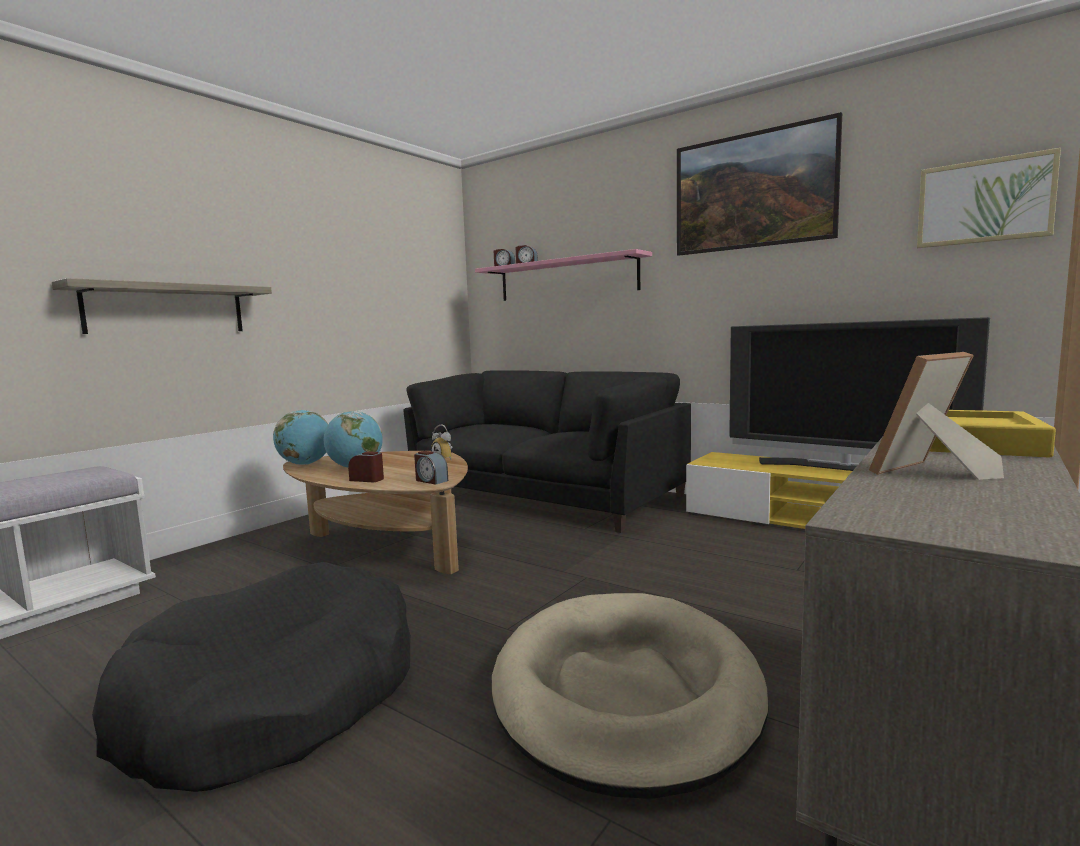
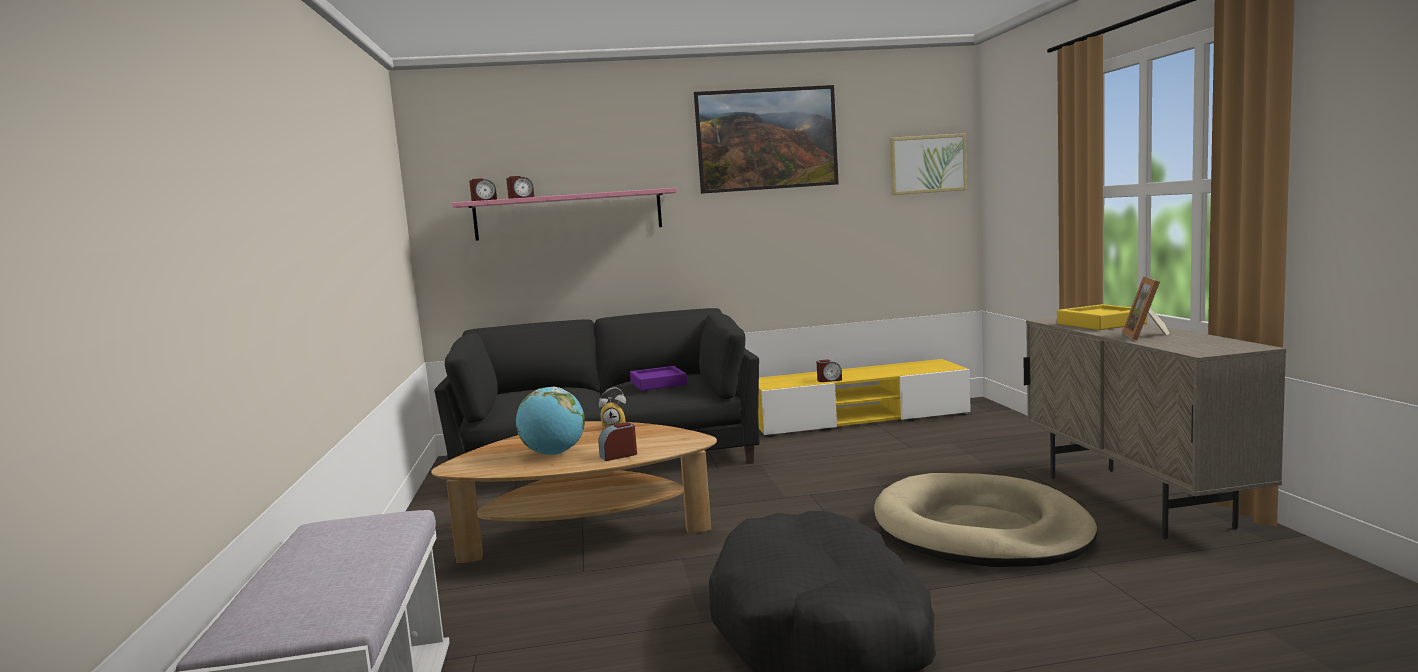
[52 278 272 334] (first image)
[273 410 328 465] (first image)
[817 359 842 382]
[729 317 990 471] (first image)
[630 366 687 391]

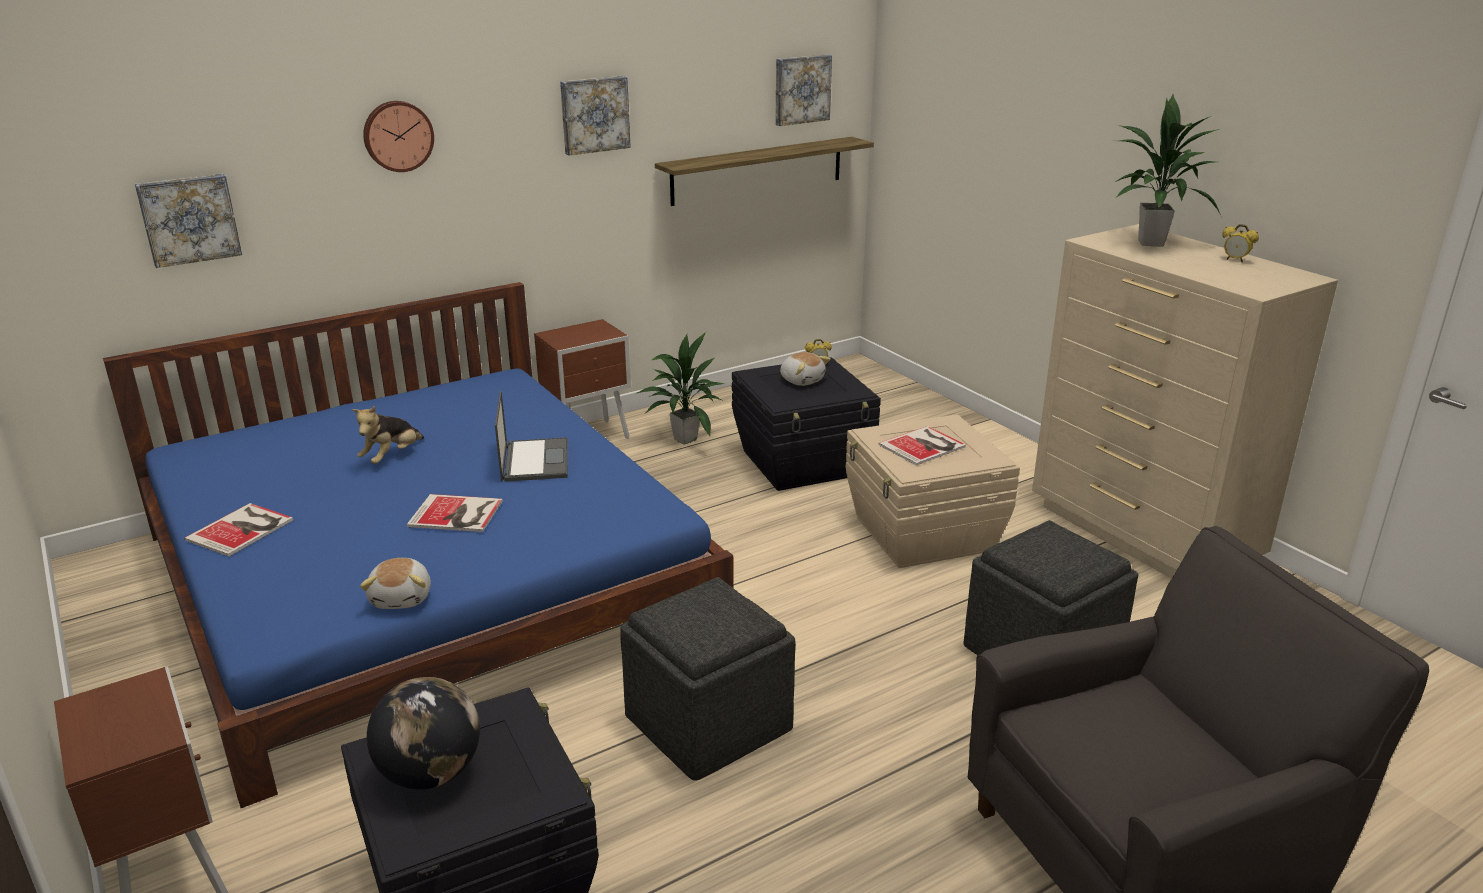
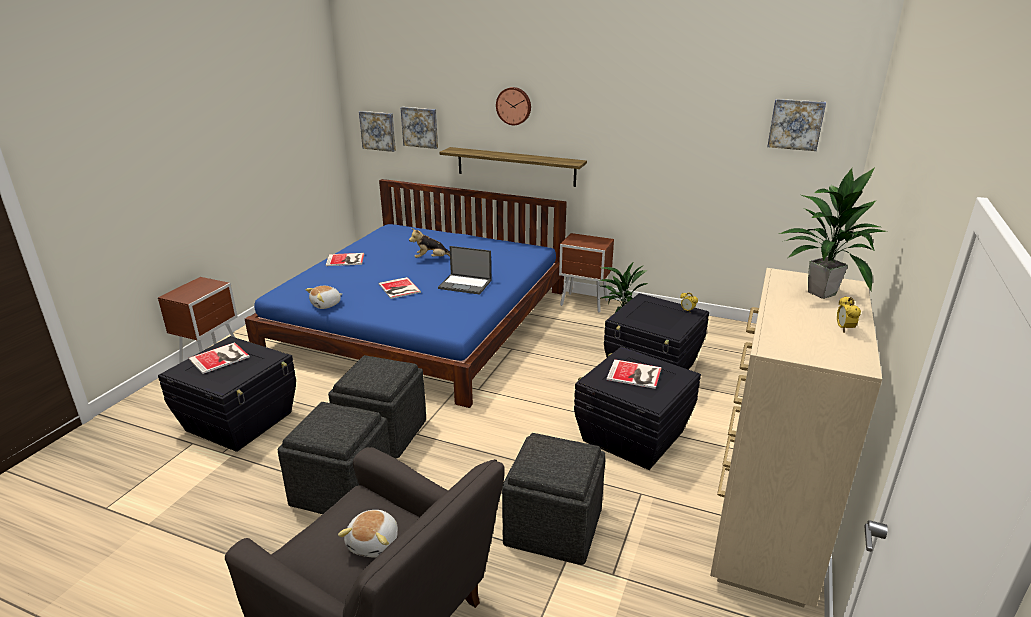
[189 342 250 374]
[438 246 491 295]
[359 111 396 152]
[439 147 587 187]
[338 510 398 557]
[574 347 701 470]
[278 402 390 514]

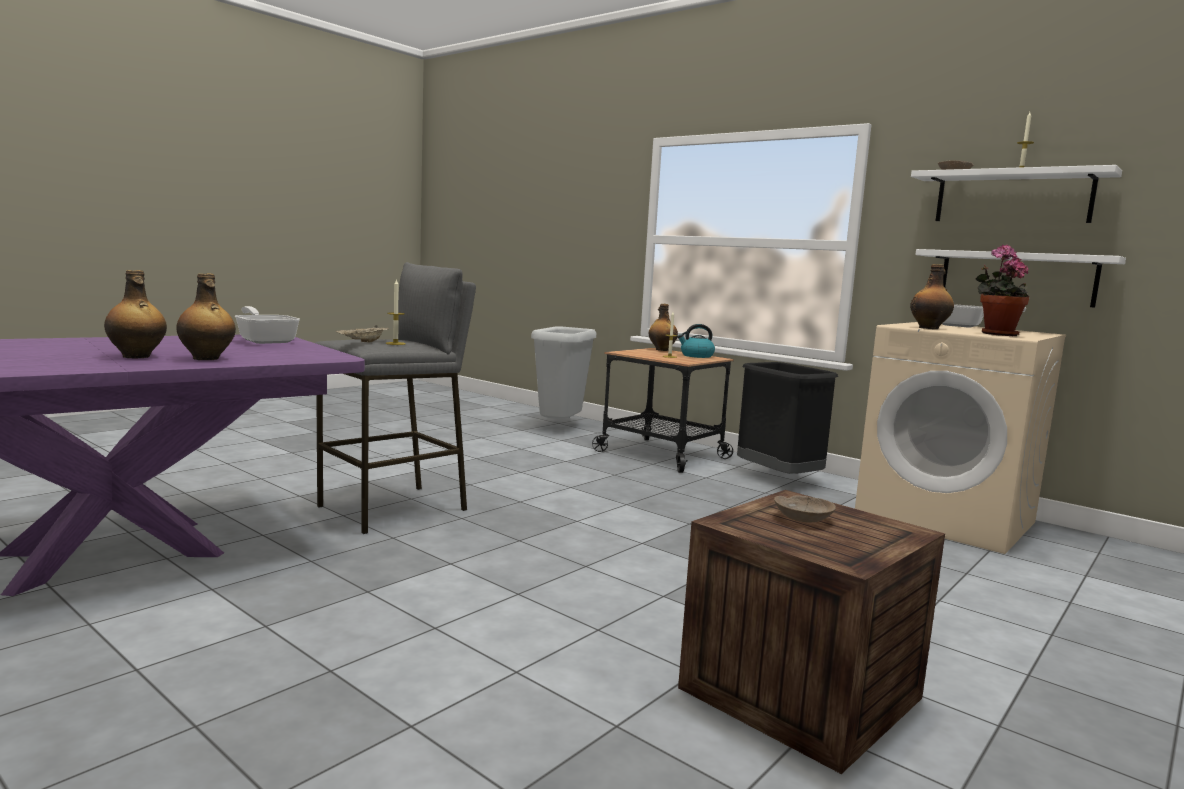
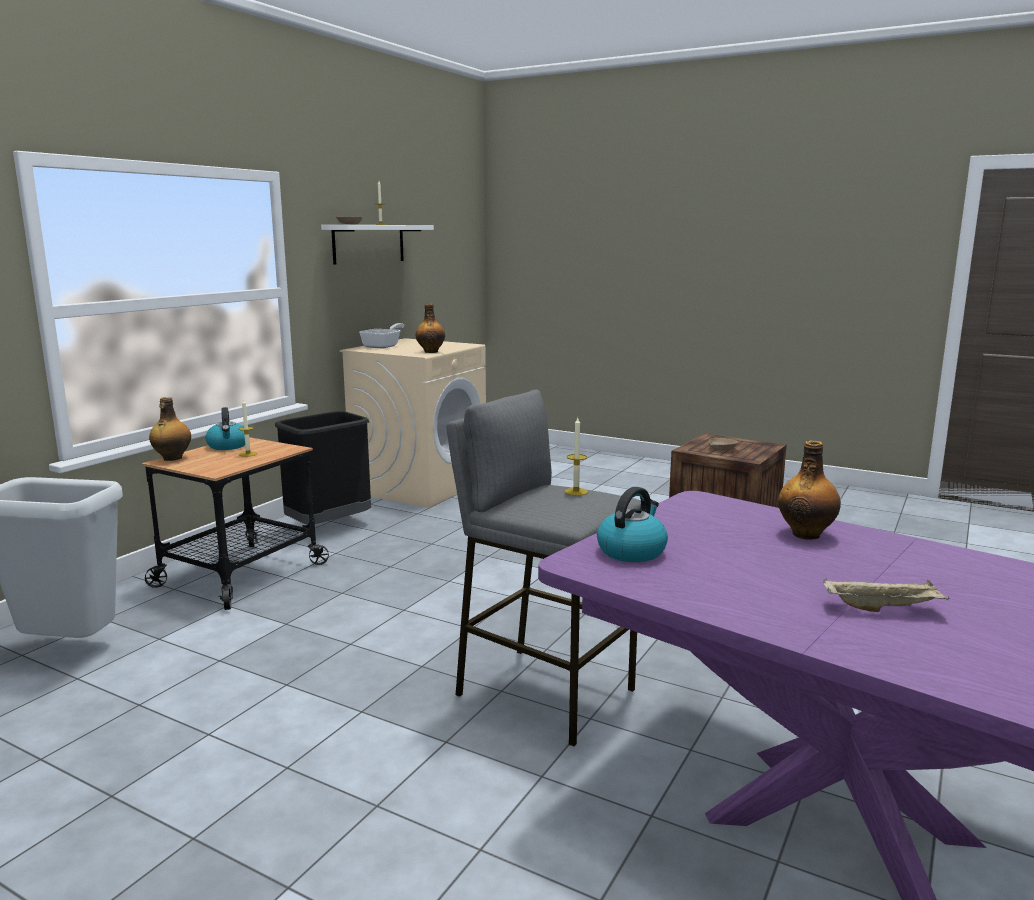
[104 270 167 358] (first image)
[597 487 668 562]
[823 578 950 612]
[915 249 1126 308] (first image)
[976 245 1029 336] (first image)

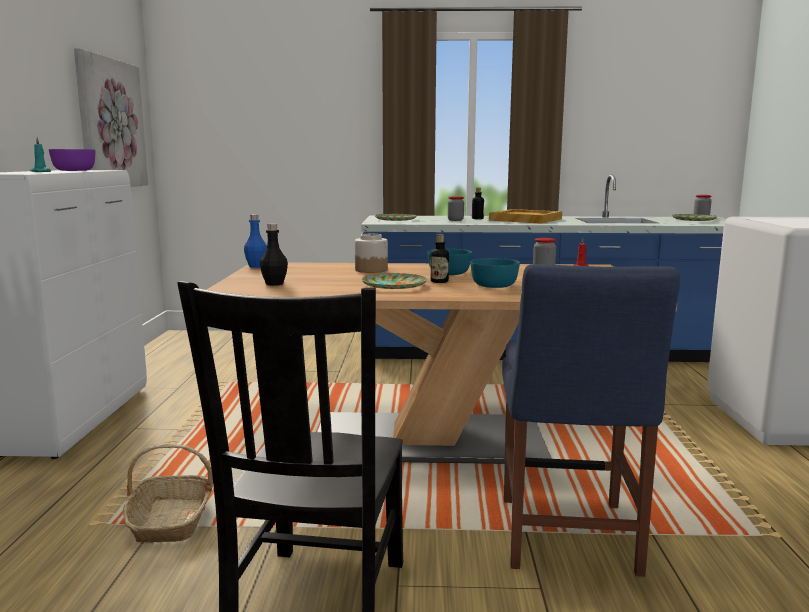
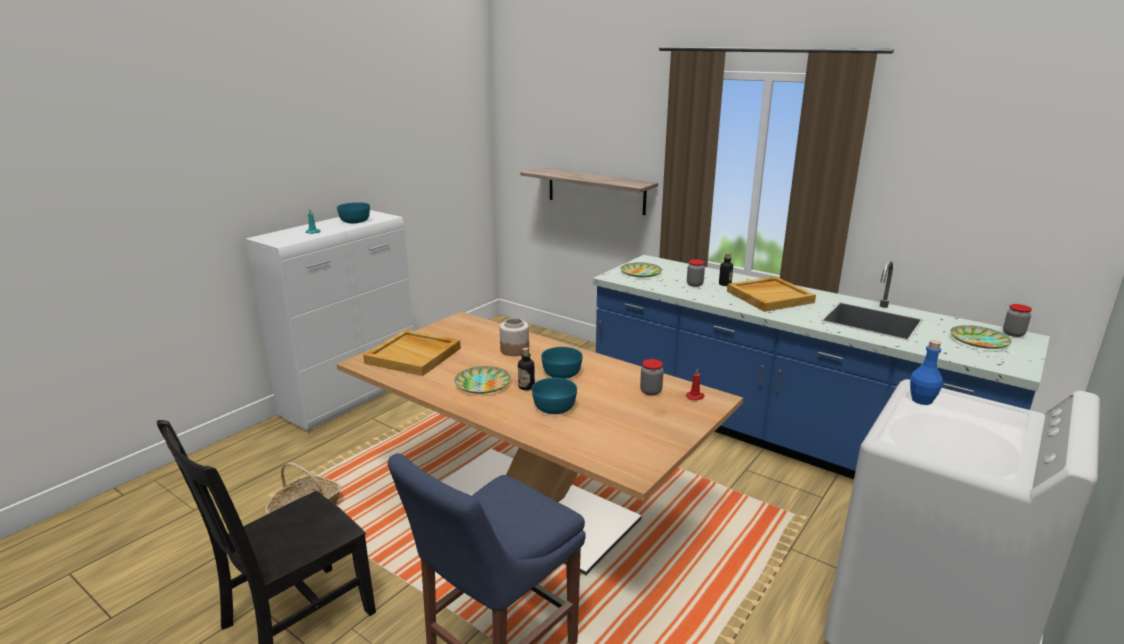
[337 202 370 223]
[74 48 148 187] (first image)
[910 340 942 405]
[363 330 461 376]
[521 168 658 215]

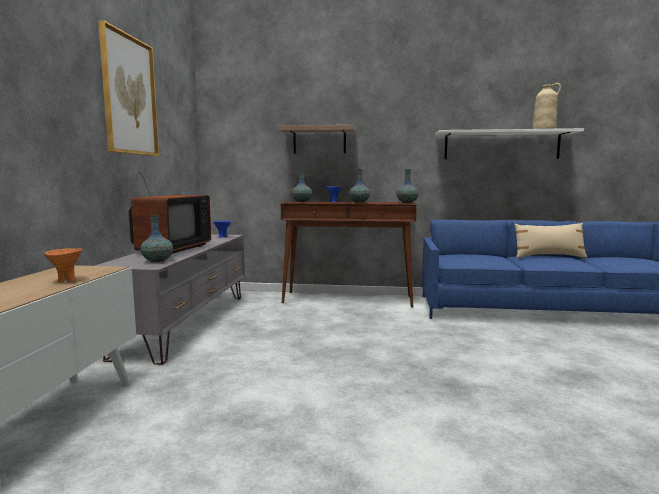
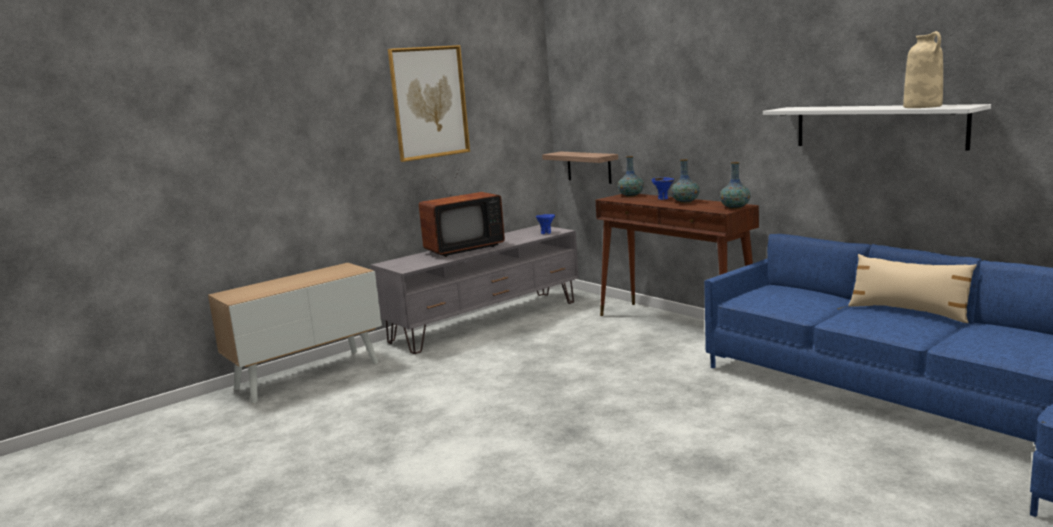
[44 248 82 283] (first image)
[140 215 173 262] (first image)
[542 152 618 184]

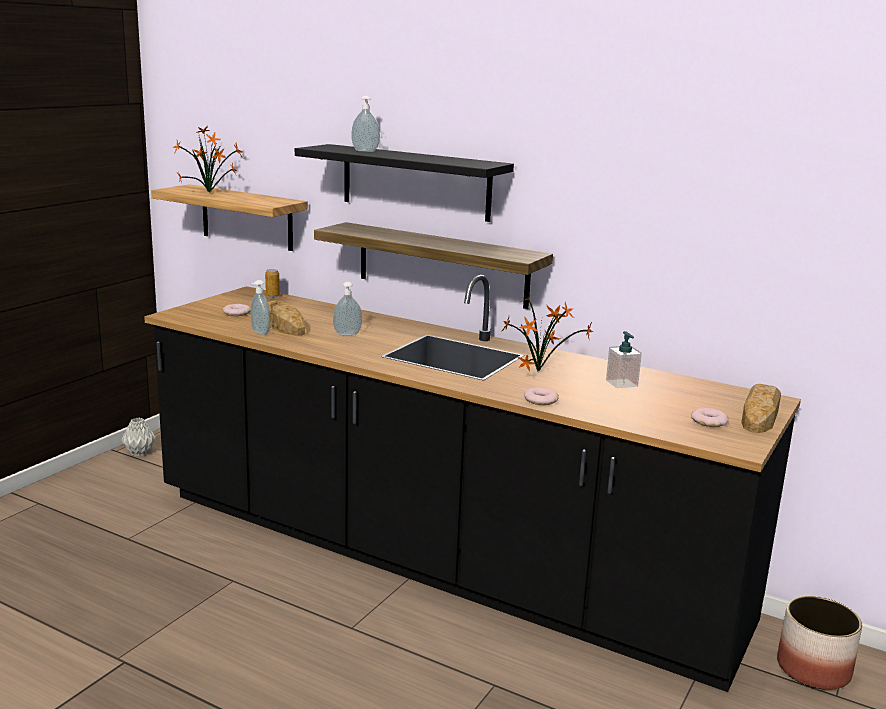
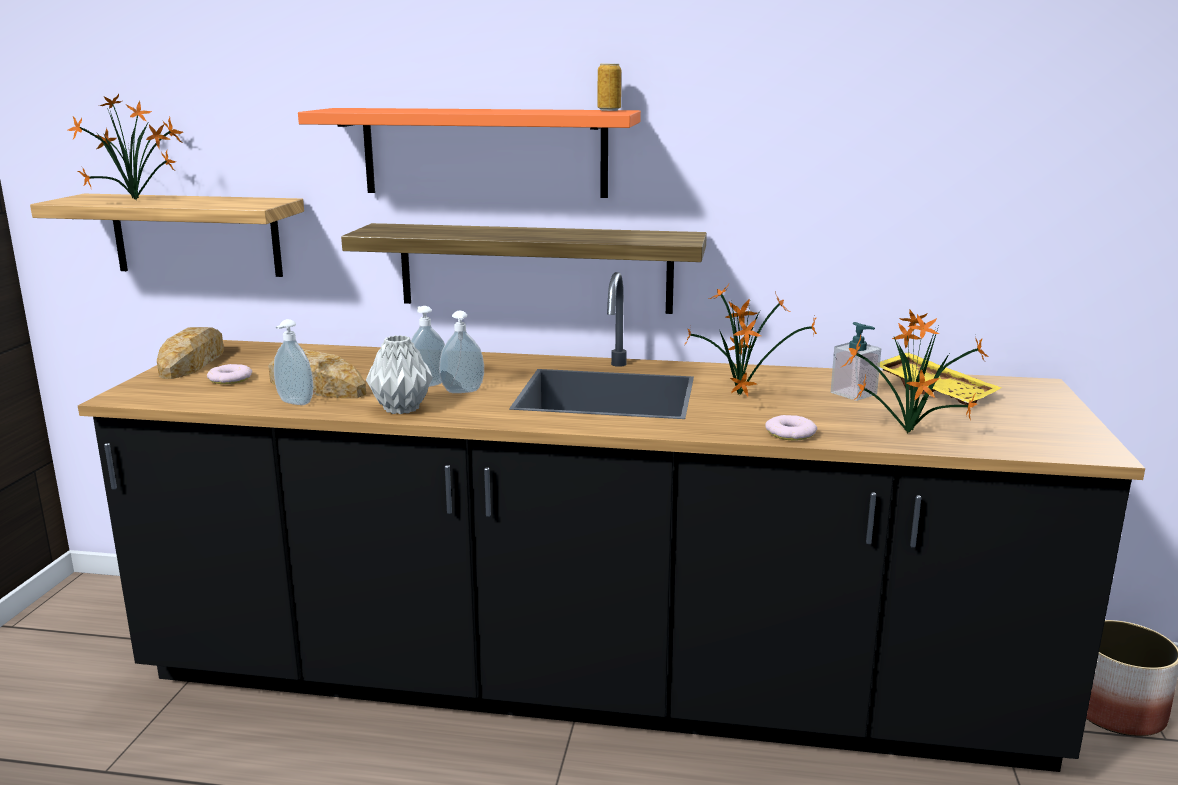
[366 335 433 414]
[598 64 621 111]
[298 108 641 198]
[439 311 484 393]
[691 408 728 427] (first image)
[157 327 224 379]
[842 310 989 434]
[880 352 1001 405]

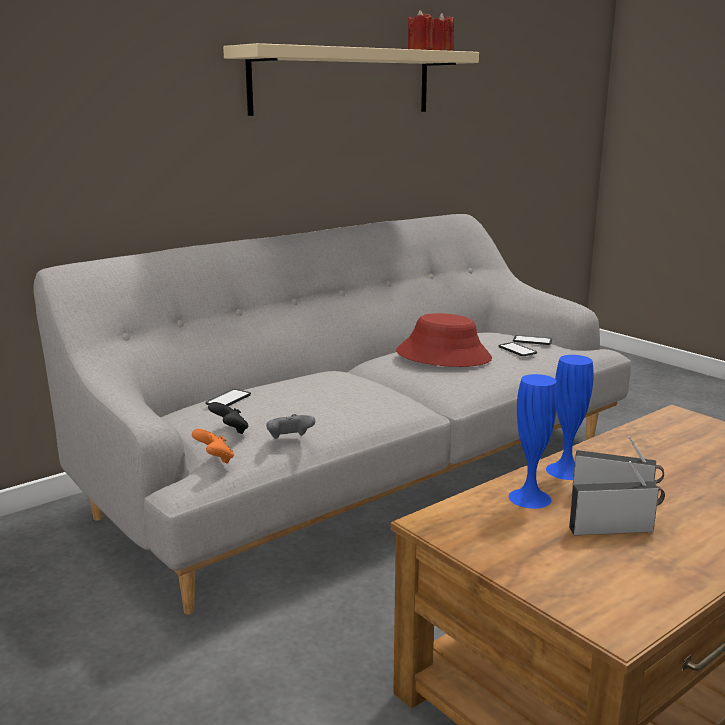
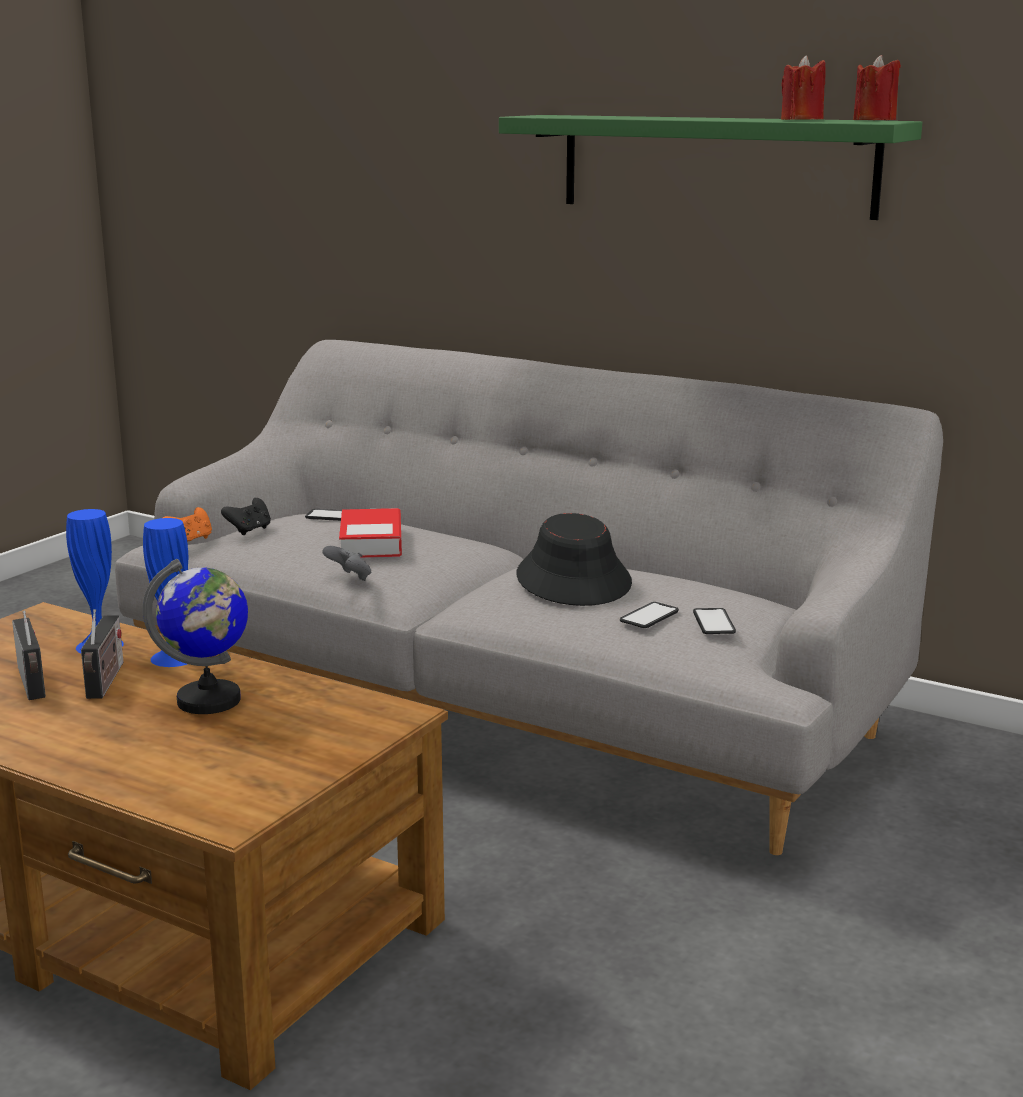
[499 115 922 220]
[322 546 371 581]
[516 513 632 606]
[142 559 248 714]
[339 508 402 558]

